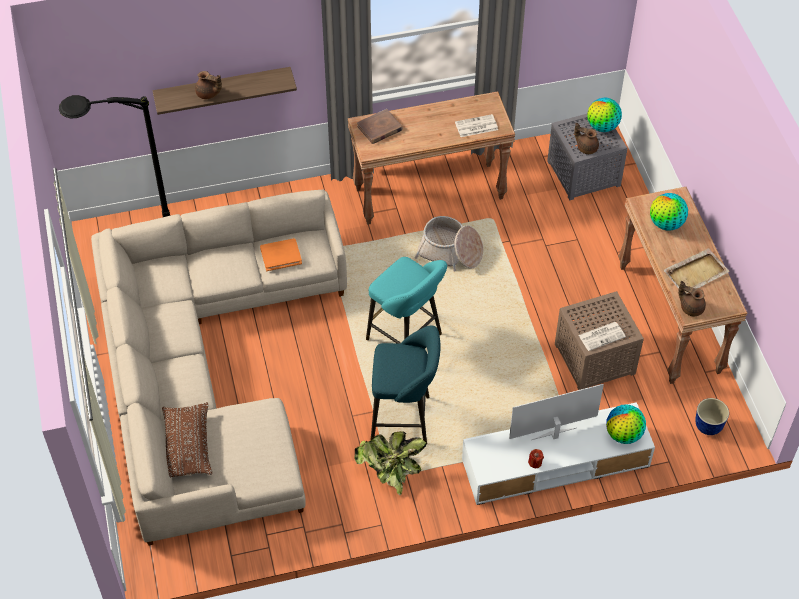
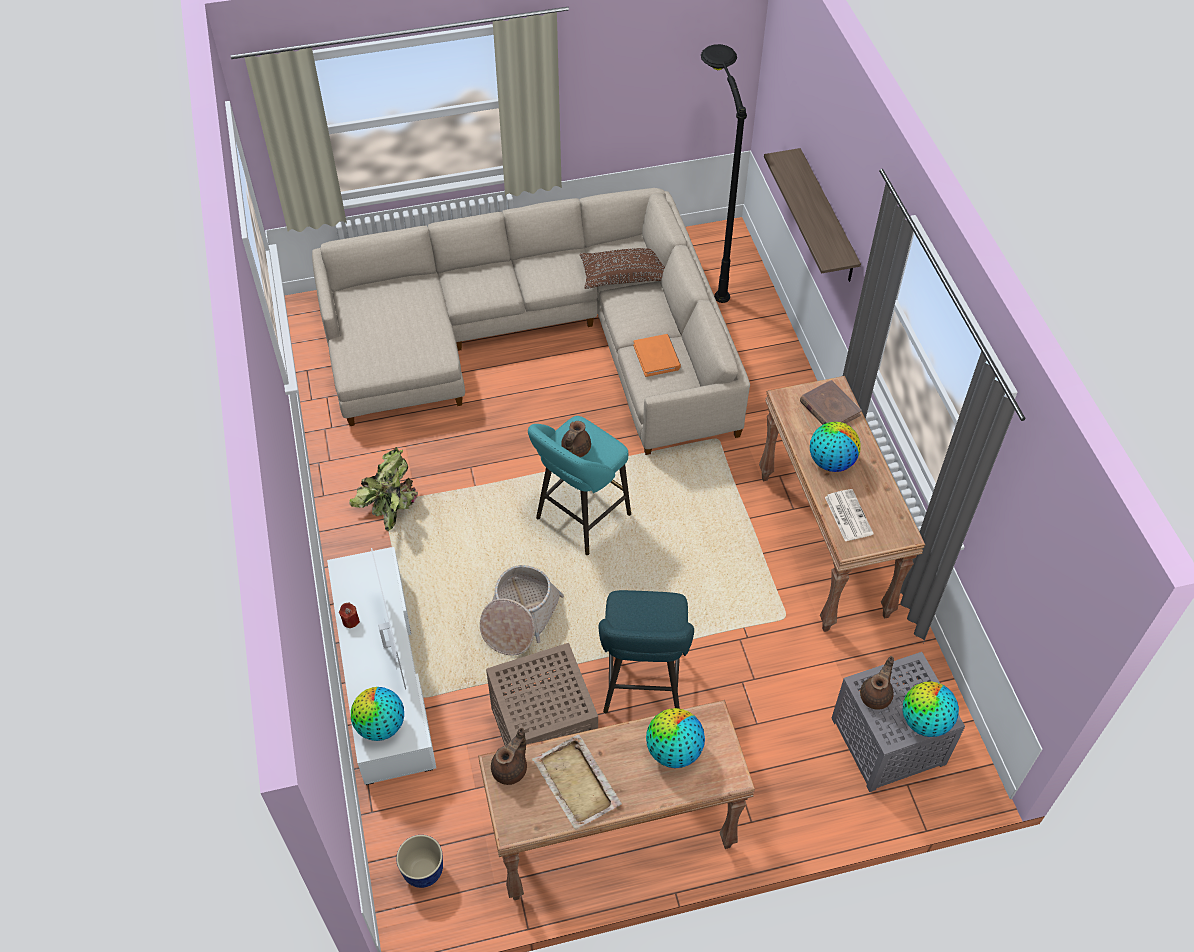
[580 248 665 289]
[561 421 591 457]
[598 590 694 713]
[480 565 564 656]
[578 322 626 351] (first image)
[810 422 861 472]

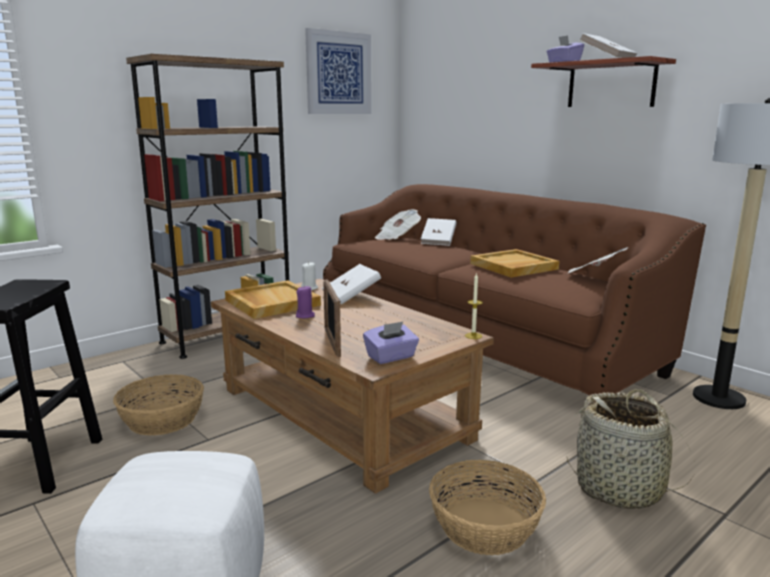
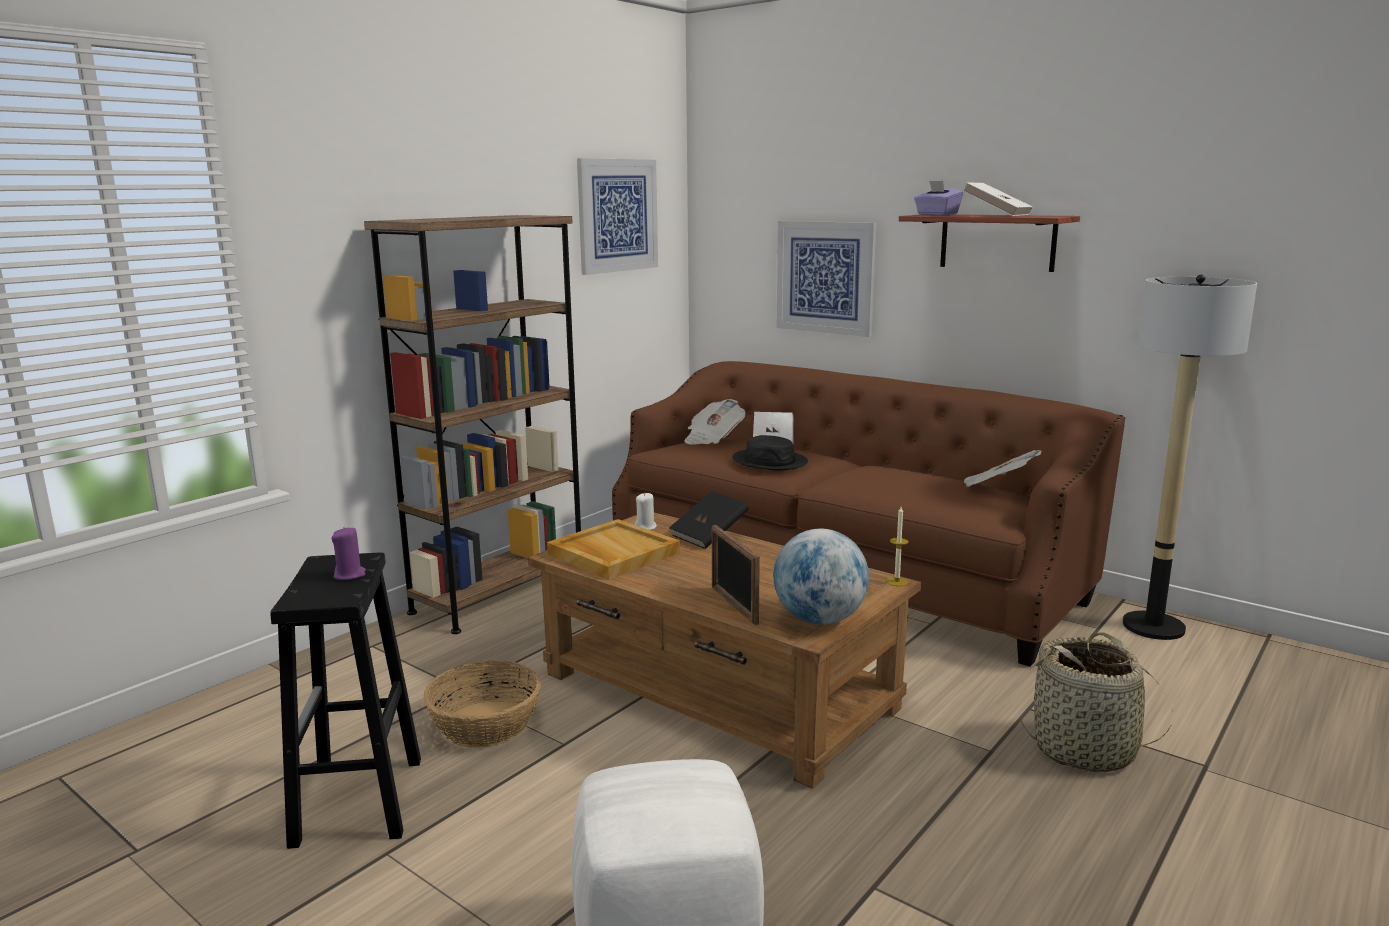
[331 527 366 580]
[669 491 749 549]
[773 529 869 625]
[429 460 546 555] (first image)
[470 249 559 278] (first image)
[732 435 808 470]
[777 221 876 337]

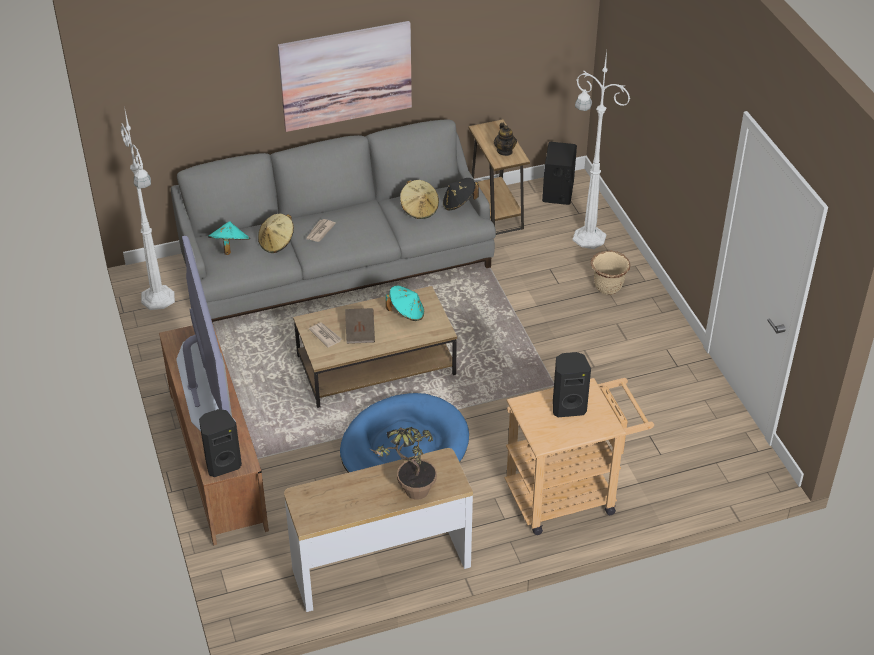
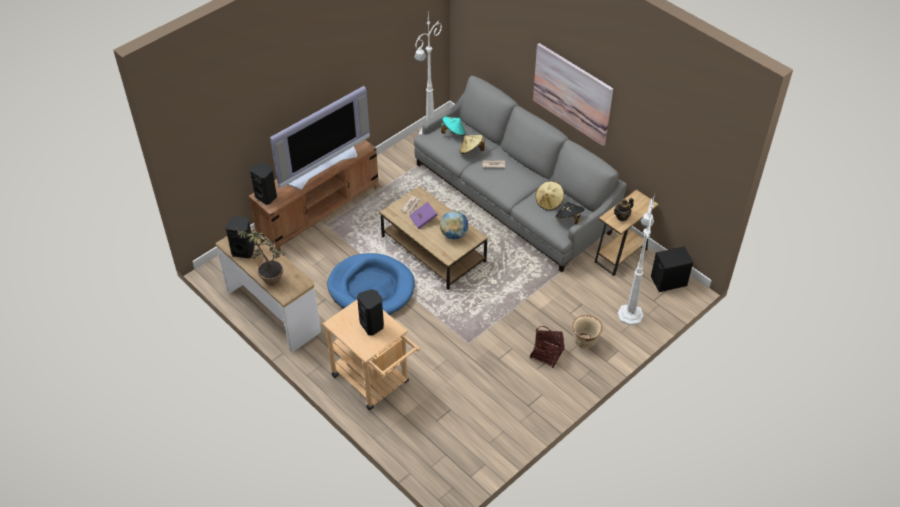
[409 202 437 229]
[440 211 468 240]
[225 216 254 258]
[530 326 564 368]

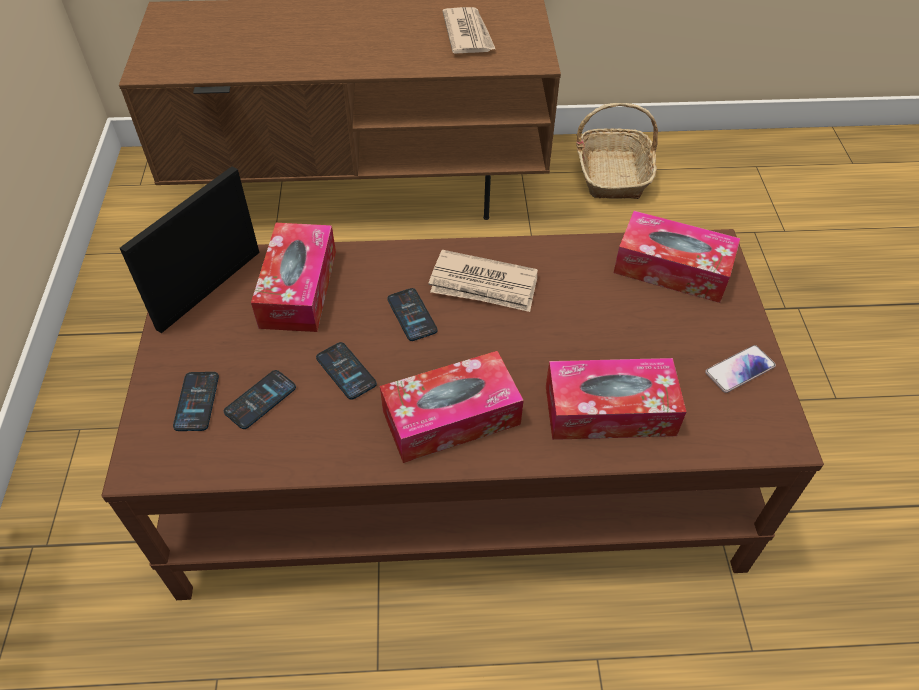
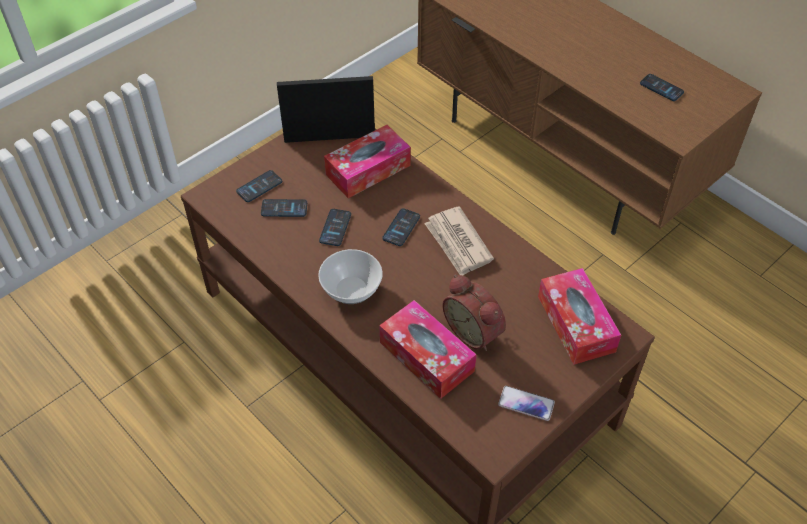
[318 249 383 304]
[640 74 684 101]
[576 103 658 199] (first image)
[442 274 506 351]

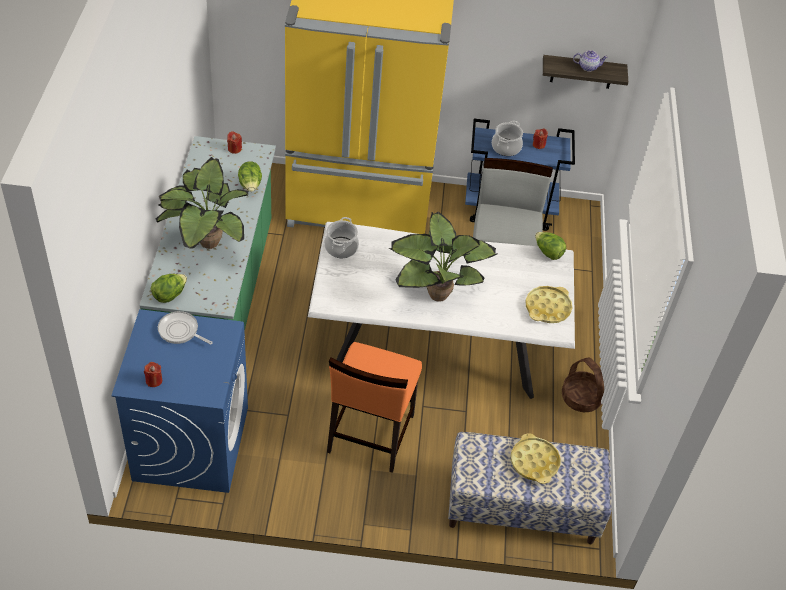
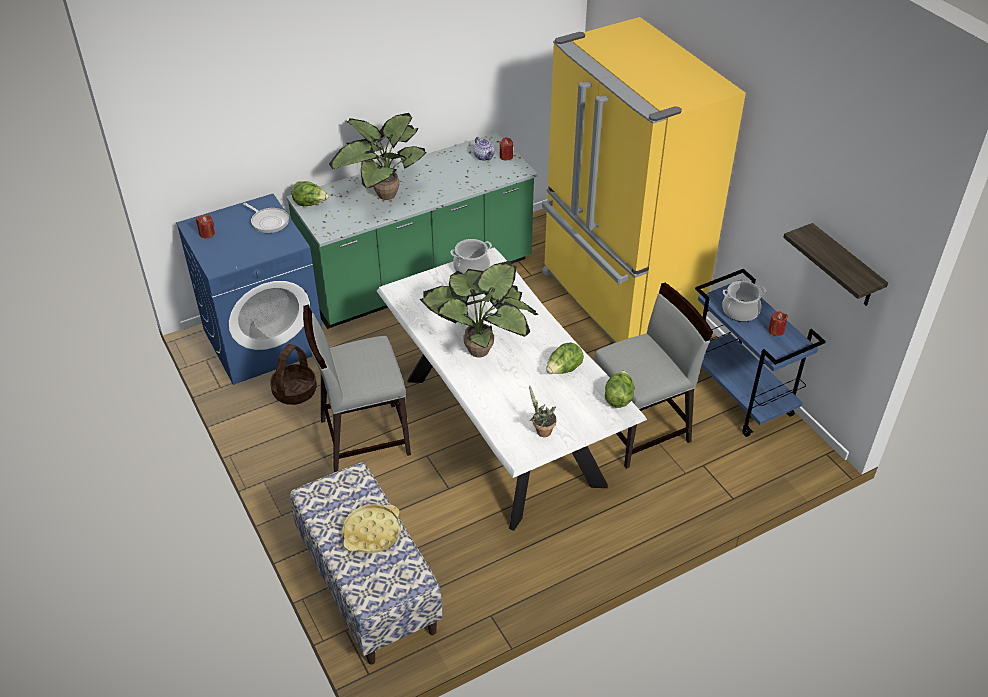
[243 203 289 233]
[546 343 584 374]
[303 304 411 473]
[529 385 557 437]
[270 344 317 405]
[474 137 495 161]

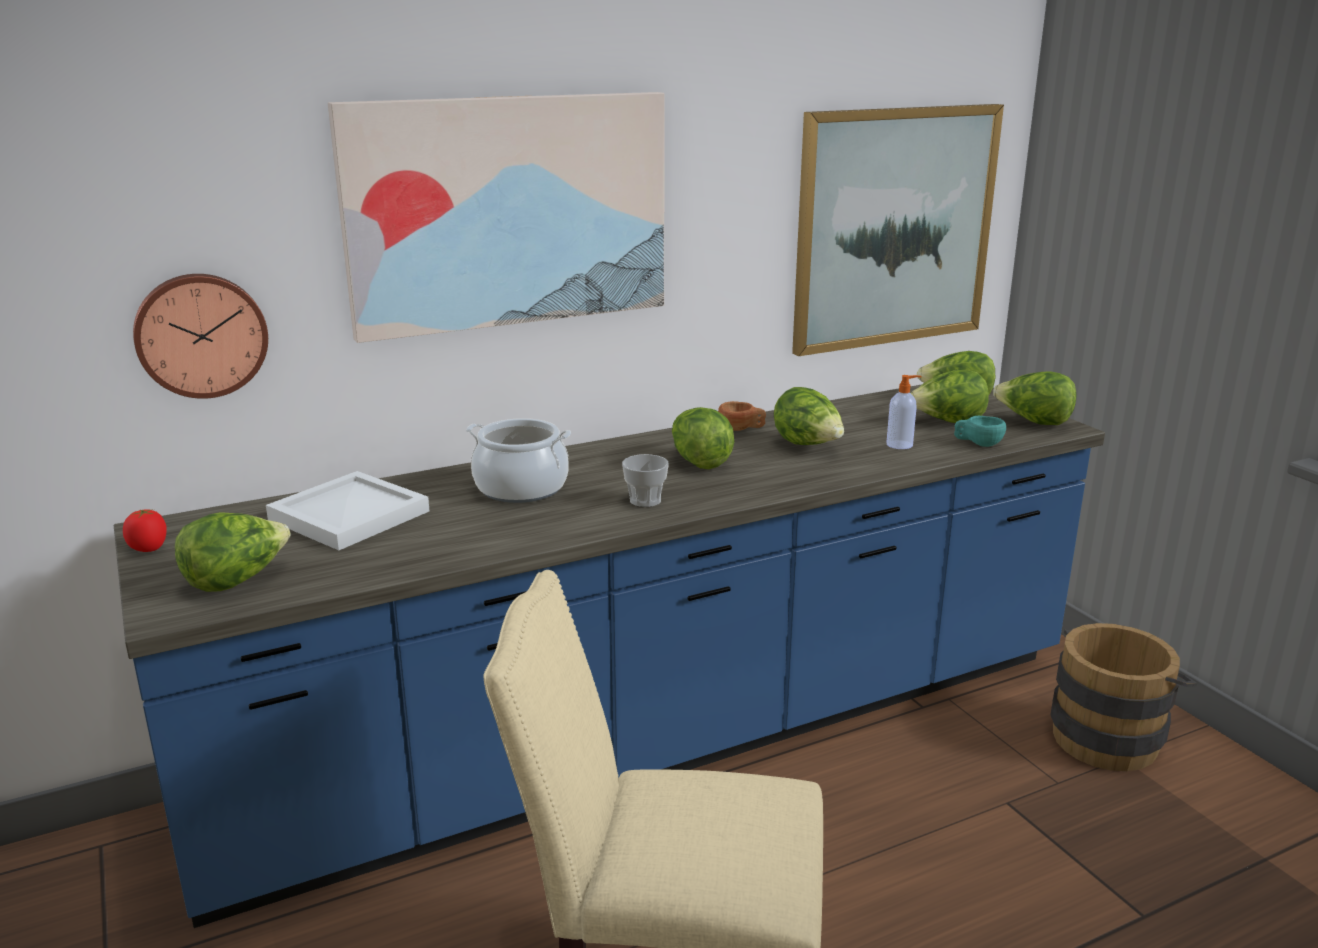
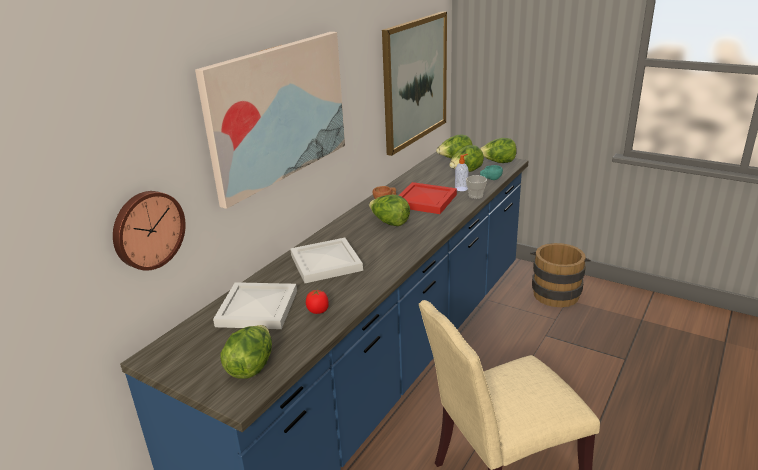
[306 289 329 314]
[290 238 363 283]
[466 175 487 199]
[399 182 457 214]

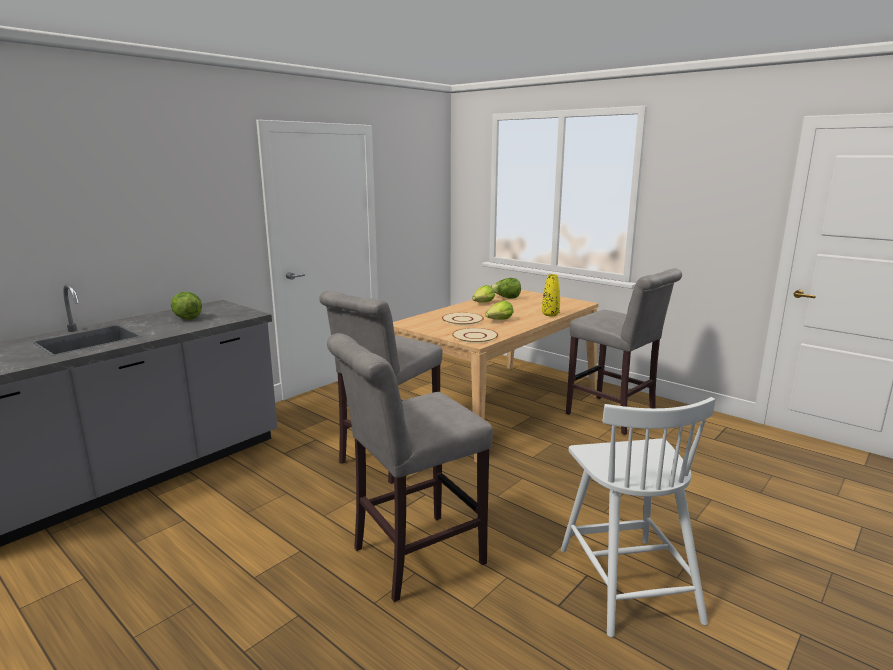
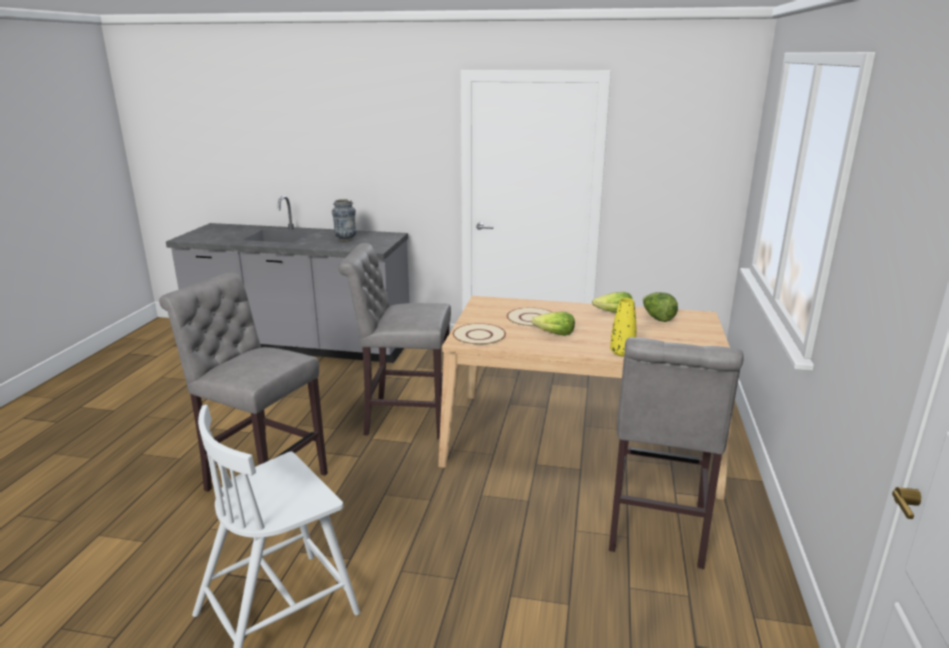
[332 199 356 241]

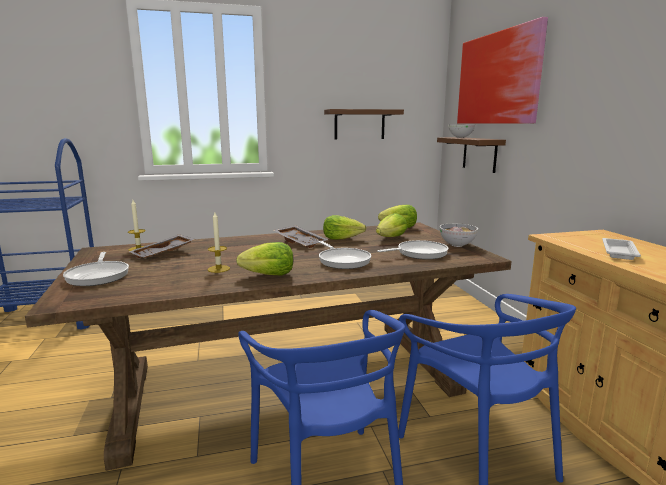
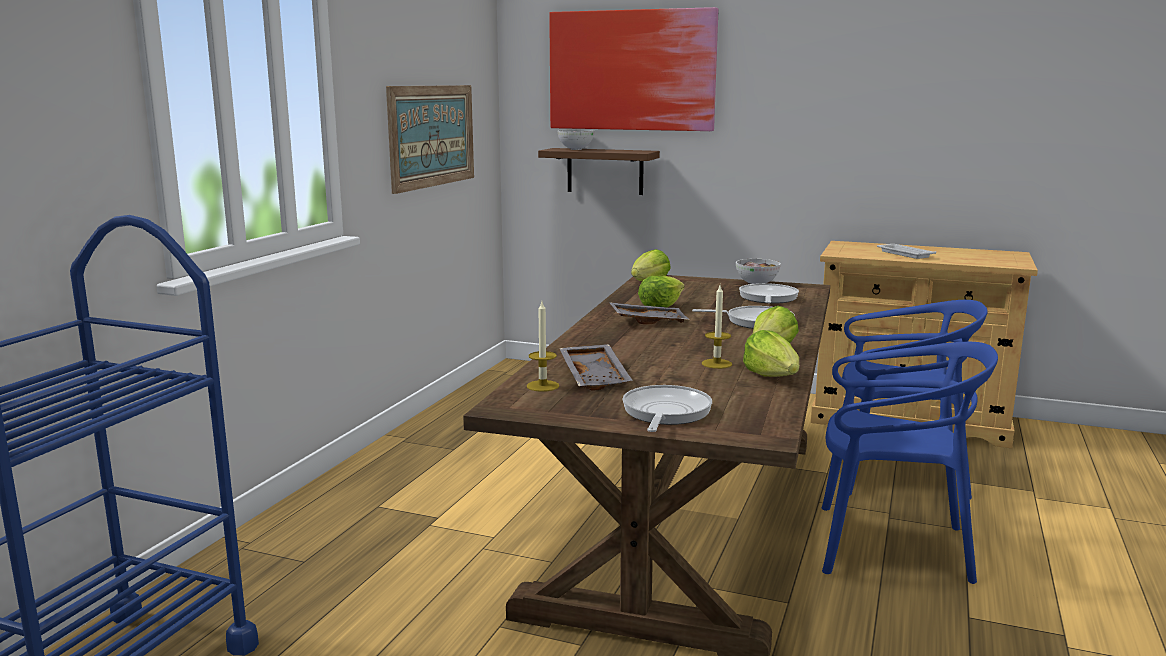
[622 385 712 432]
[386 85 474 194]
[743 330 799 377]

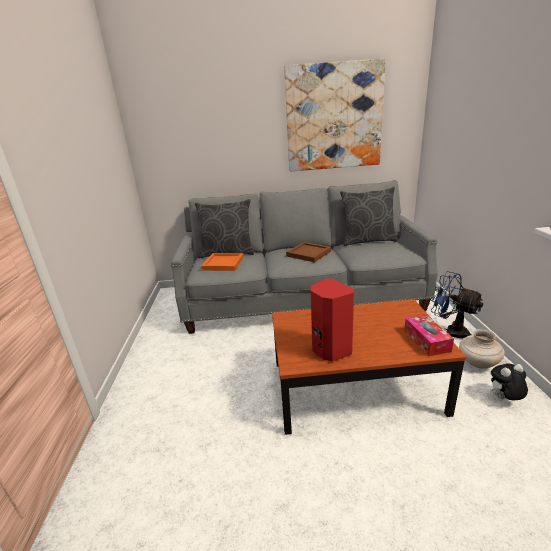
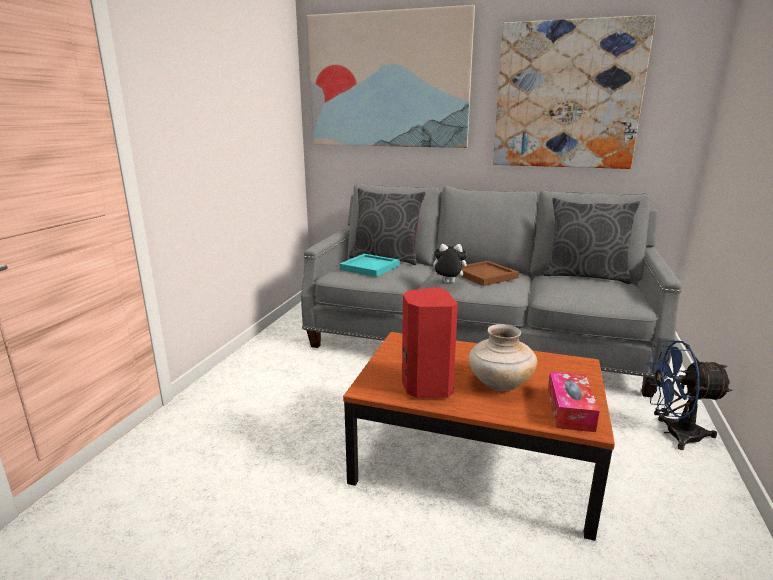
[339 254 400 277]
[645 340 732 450]
[469 324 537 391]
[429 244 467 284]
[307 5 475 148]

